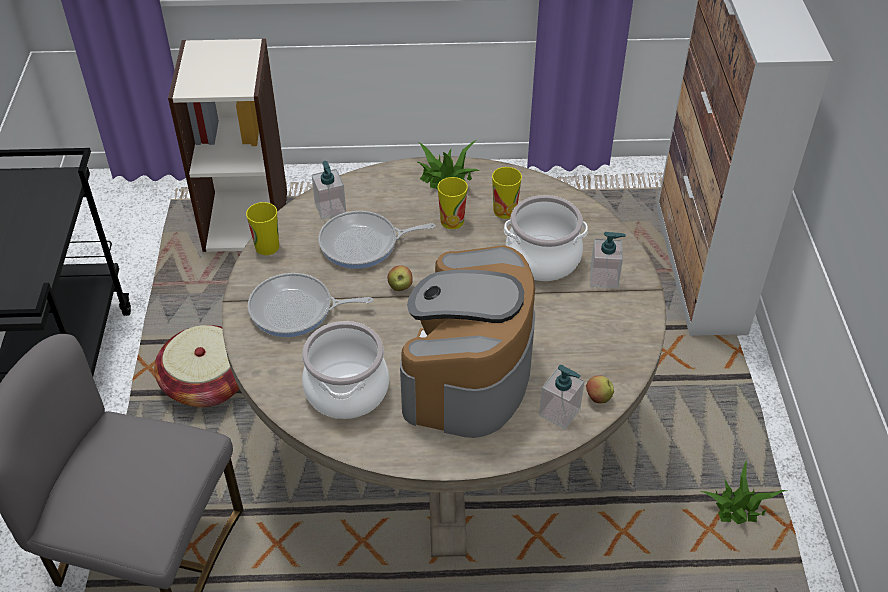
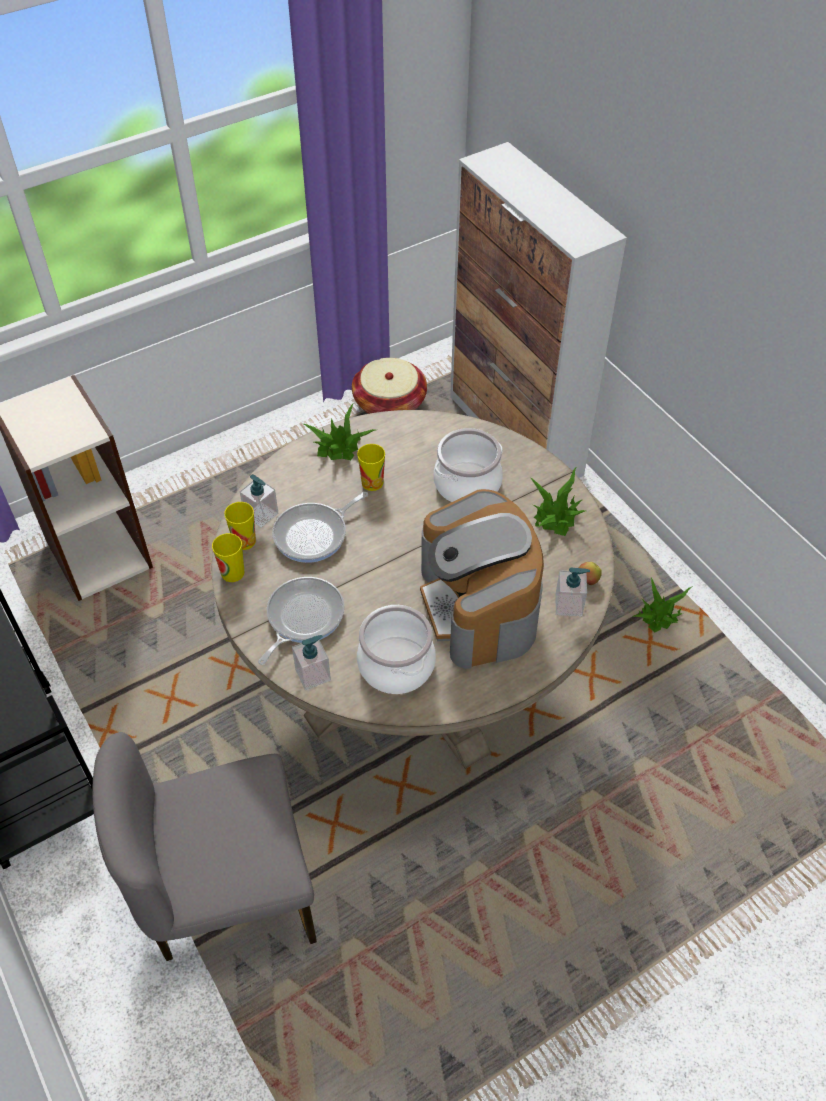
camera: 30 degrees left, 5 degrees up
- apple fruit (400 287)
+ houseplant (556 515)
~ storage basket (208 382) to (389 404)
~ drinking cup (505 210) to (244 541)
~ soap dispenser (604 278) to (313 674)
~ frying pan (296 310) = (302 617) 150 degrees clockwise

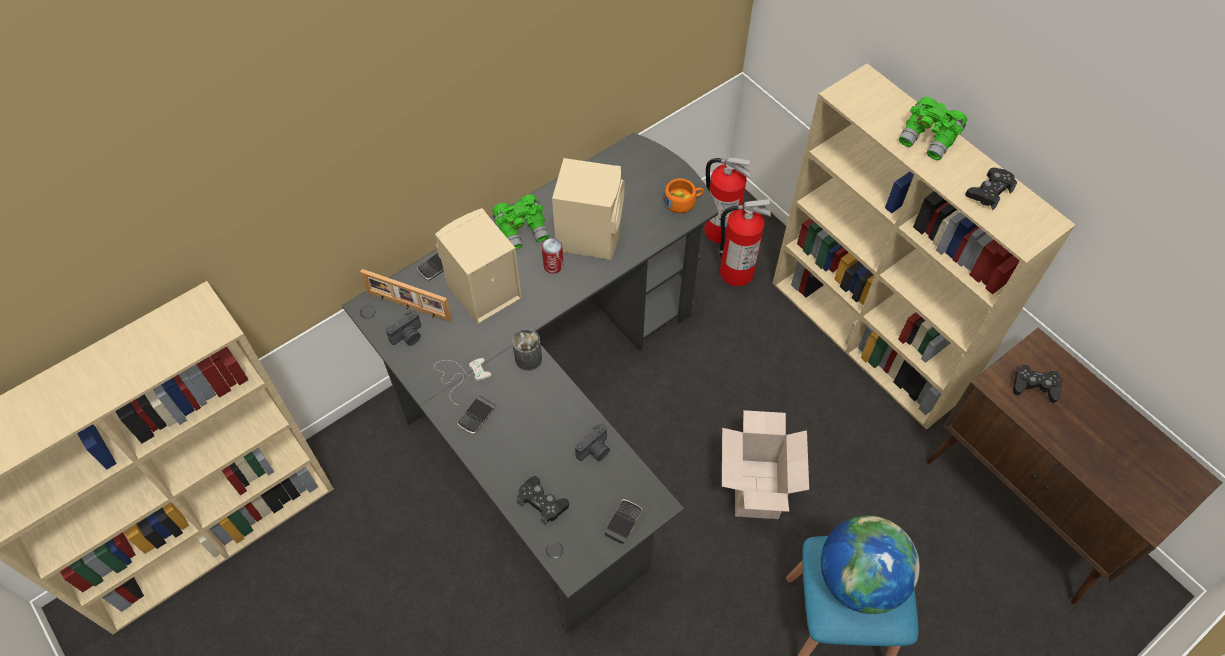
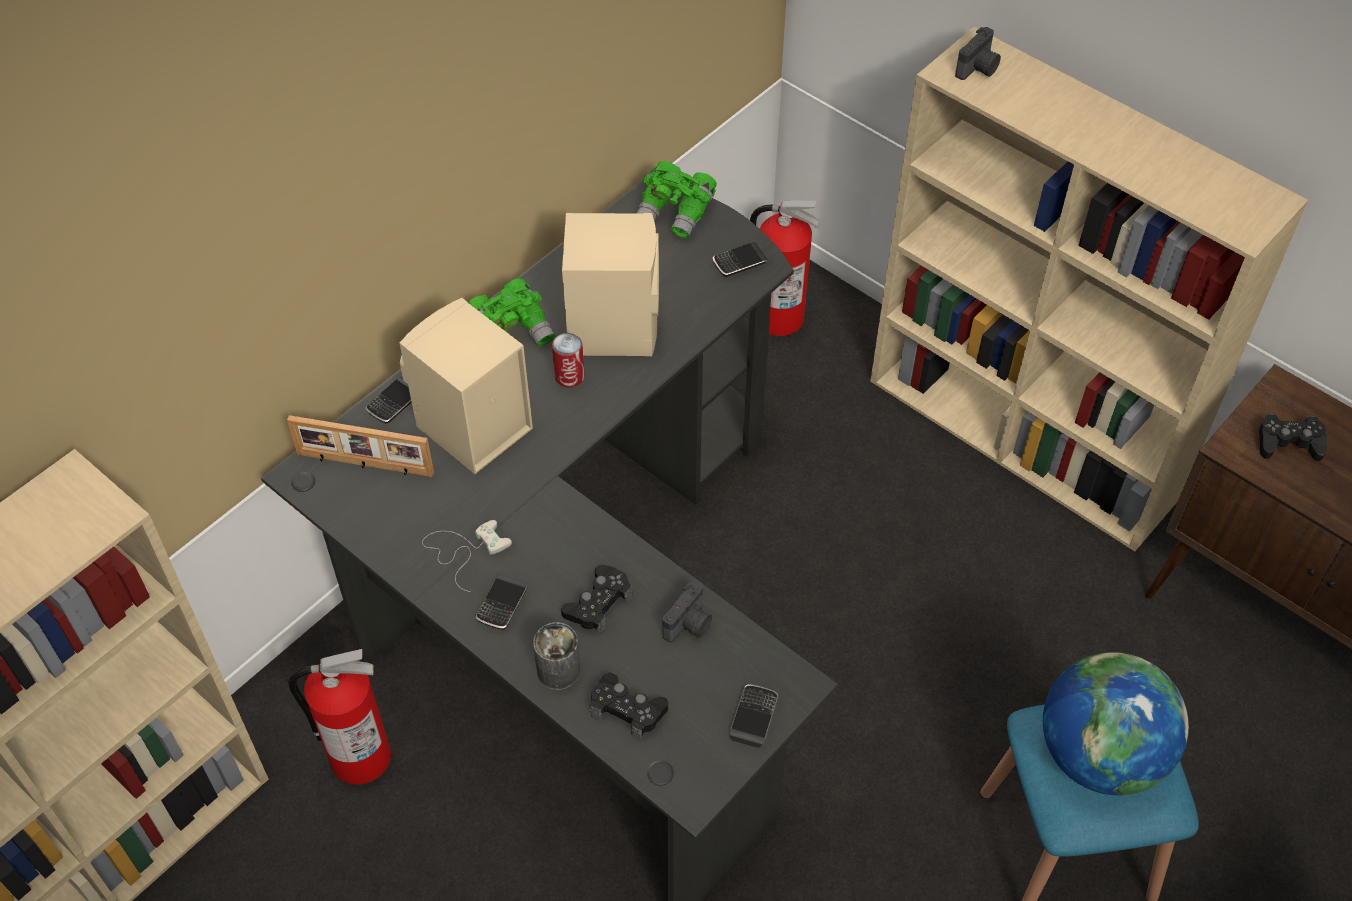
camera: 10 degrees left, 5 degrees down
- packing box (754 487)
~ still camera (408 336) to (978 69)
~ can (528 359) to (558 670)
~ fire-fighting cylinder (735 272) to (359 756)
~ green binoculars (929 138) to (676 212)
~ black-coloured joypad (989 192) to (598 604)
~ orange-coloured drinking cup (683 201) to handset (740 262)

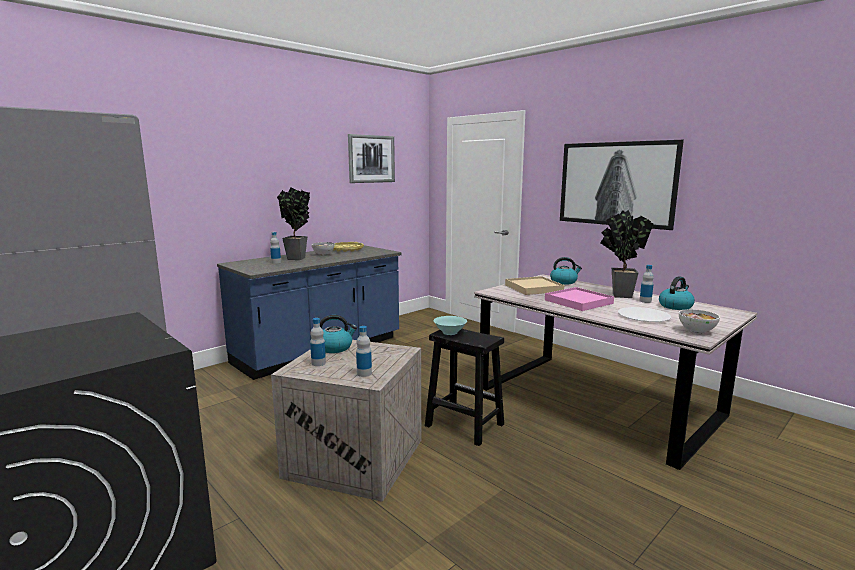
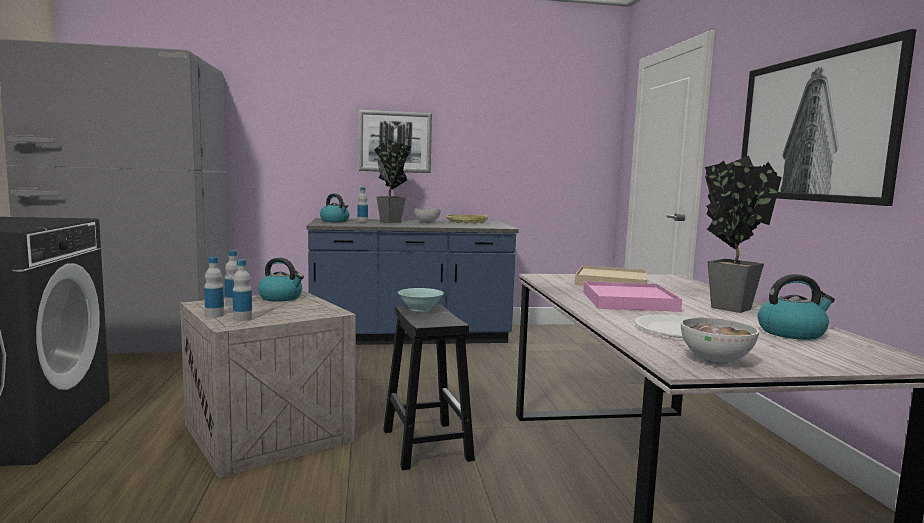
camera: 35 degrees right, 5 degrees down
~ picture (371 159) to (395 142)
~ water kettle (564 282) to (335 221)
~ drink bottle (645 301) to (214 315)

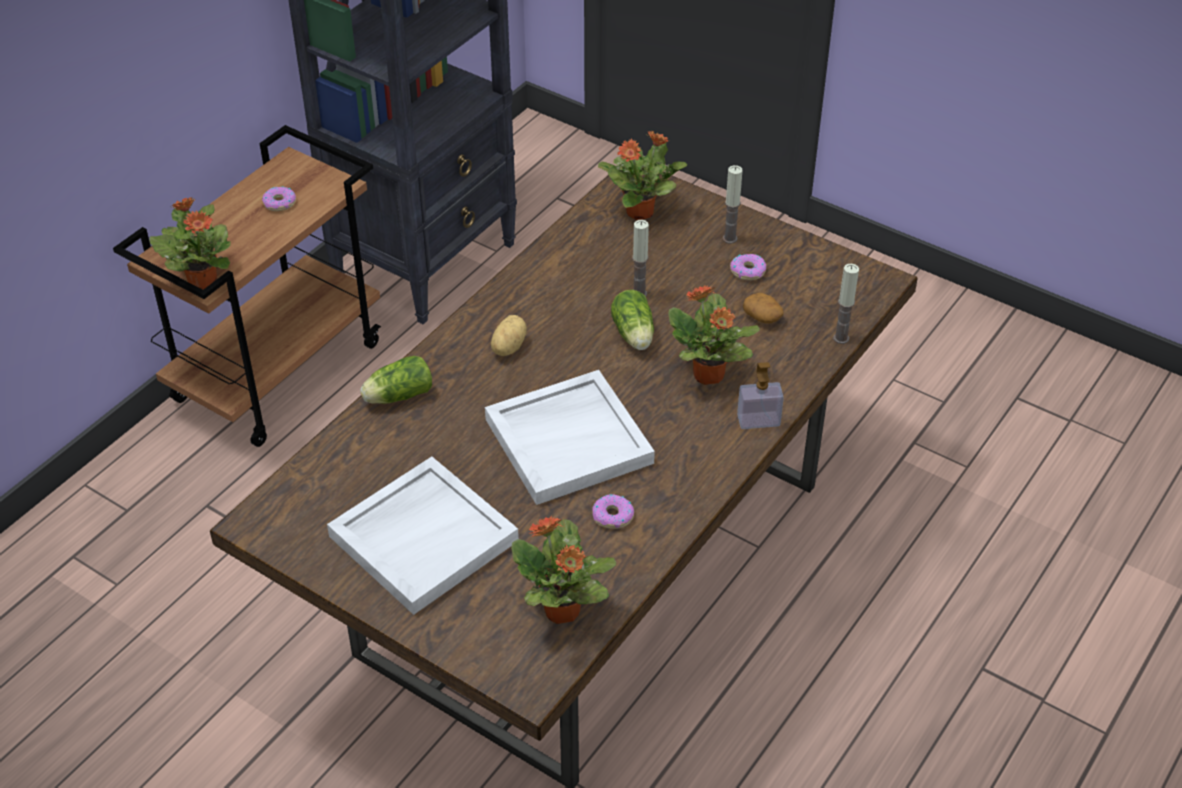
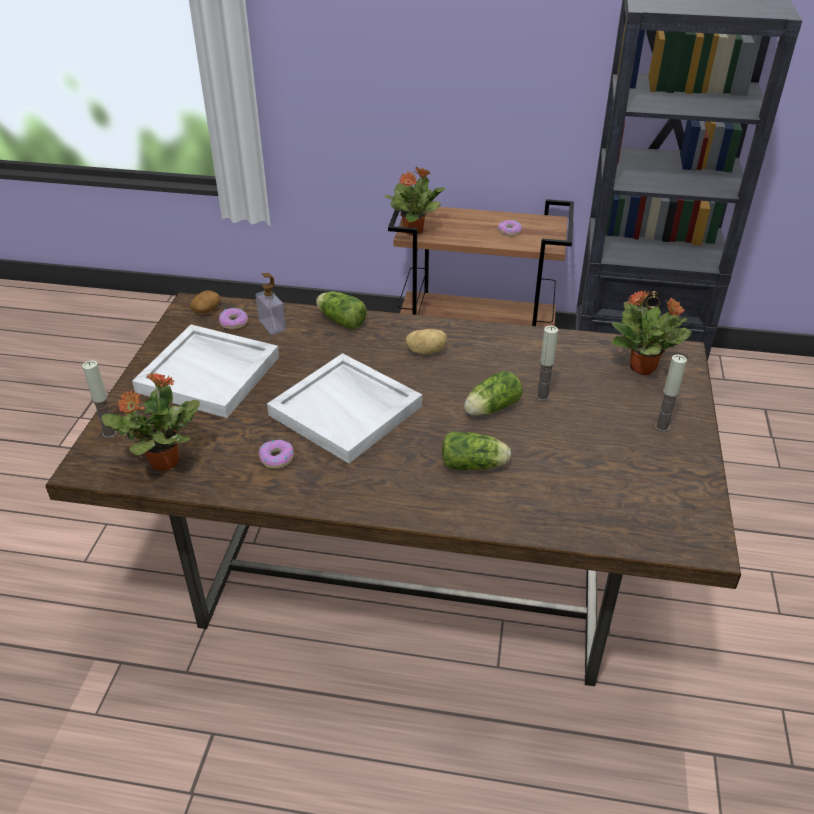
camera: 65 degrees right, 5 degrees down
~ doughnut (748 271) to (234 322)
~ soap dispenser (758 420) to (272 325)
~ spud (762 317) to (206 310)
~ wax light (841 338) to (109 433)
~ houseplant (709 376) to head of lettuce (475 465)

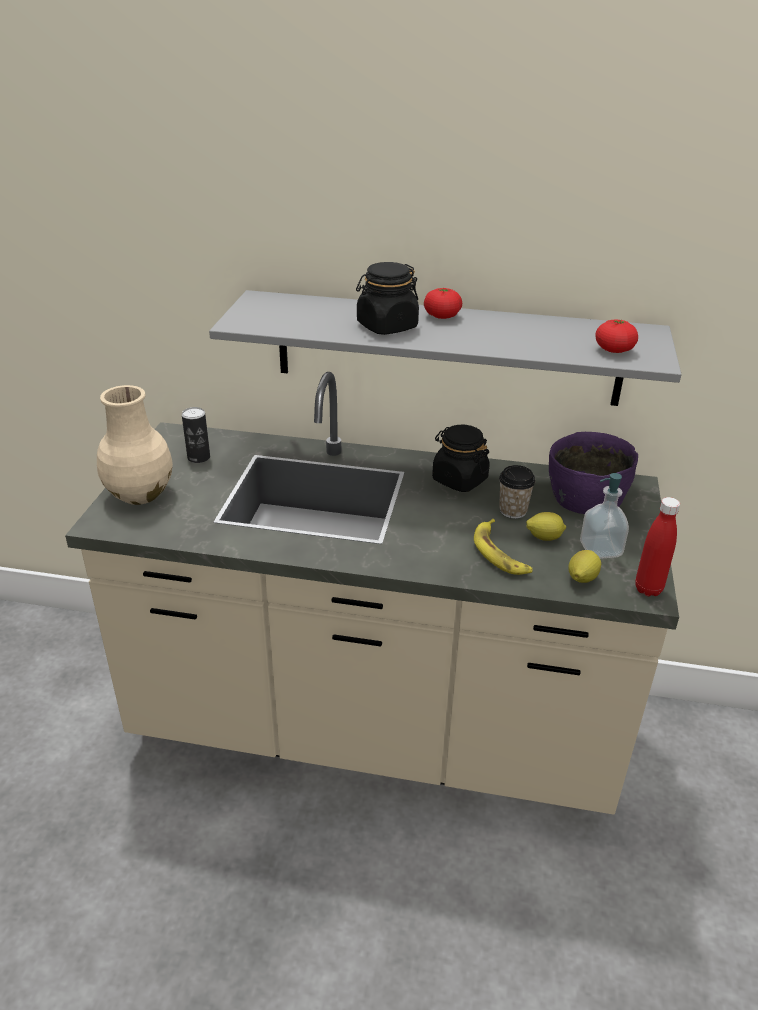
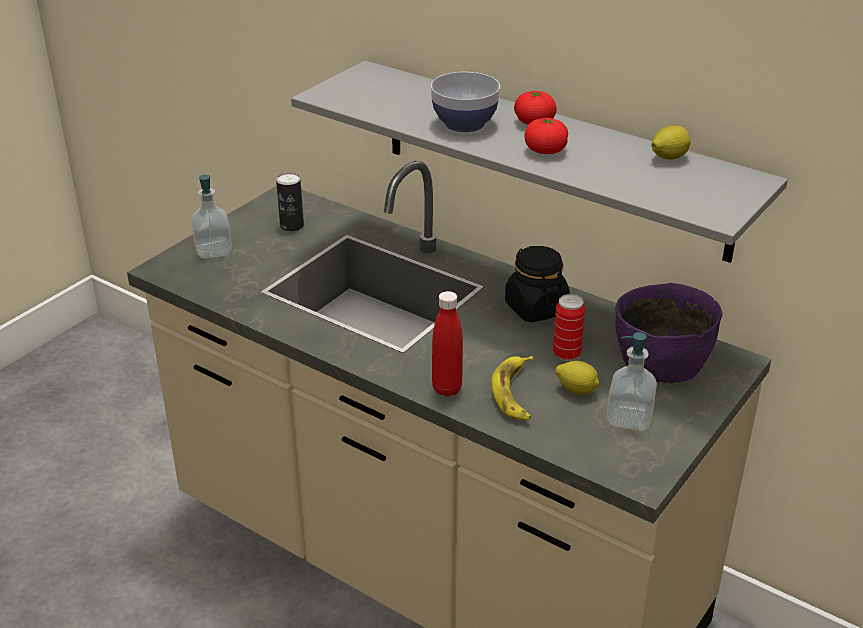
camera: 25 degrees right, 0 degrees up
~ lemon (581 579) to (668 158)
~ tomato (614 350) to (545 150)
~ reddish drink bottle (648 589) to (447 389)
~ beige-coloured vase (140 495) to soap dispenser (213 250)
~ black-coloured preserve jar (387 326) to serving bowl (464 123)
~ drinking cup (513 511) to can (566 354)

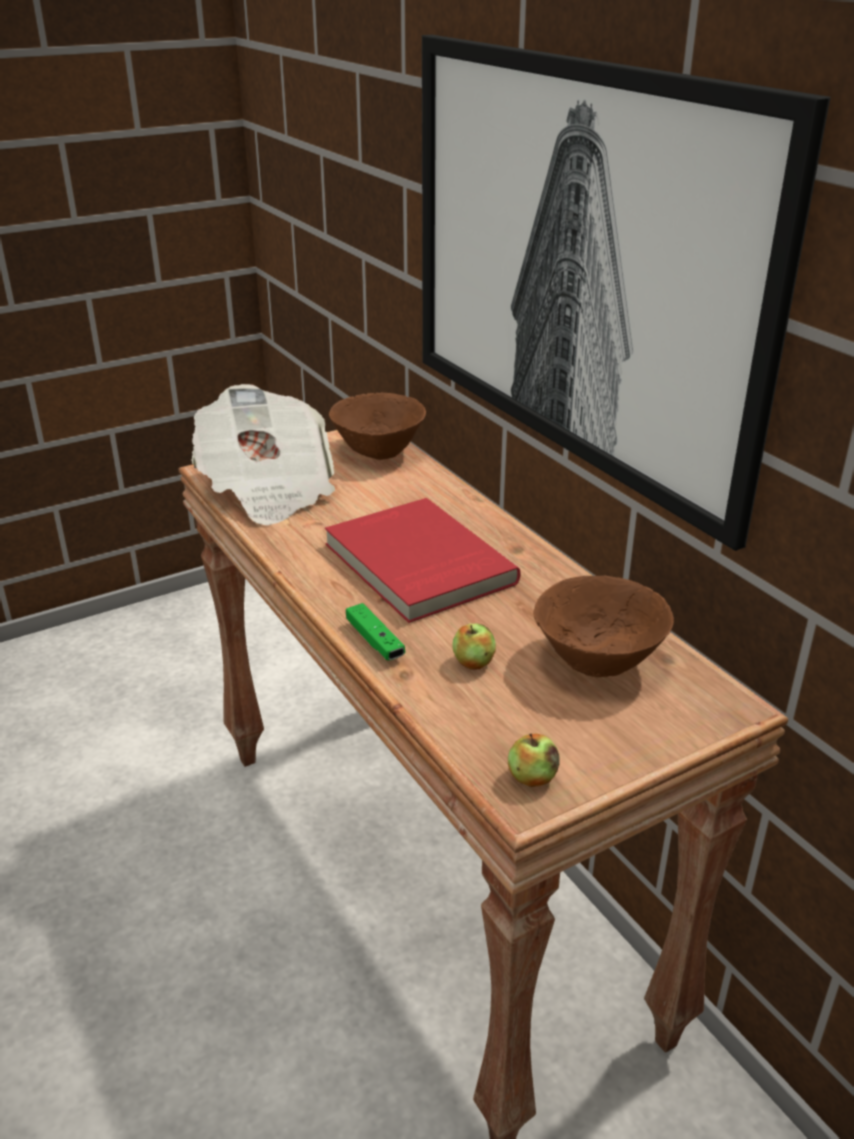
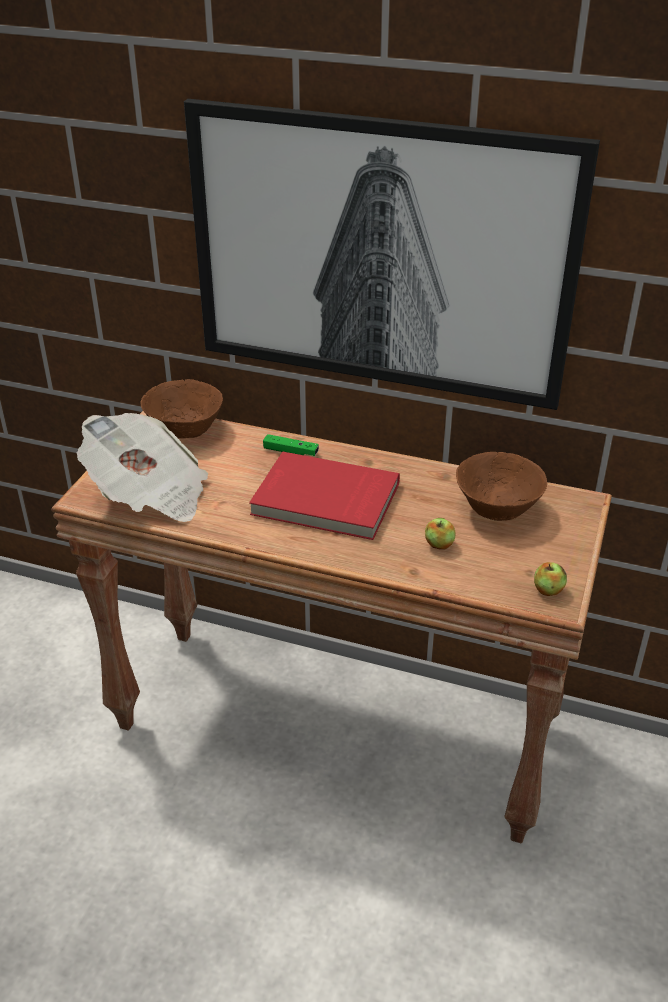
camera: 40 degrees left, 5 degrees up
~ green joypad (374 641) to (290 451)

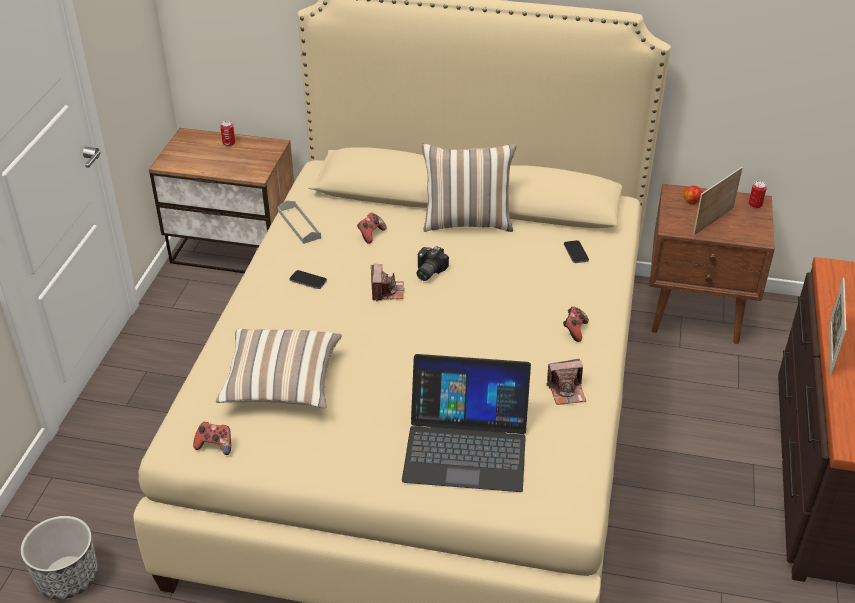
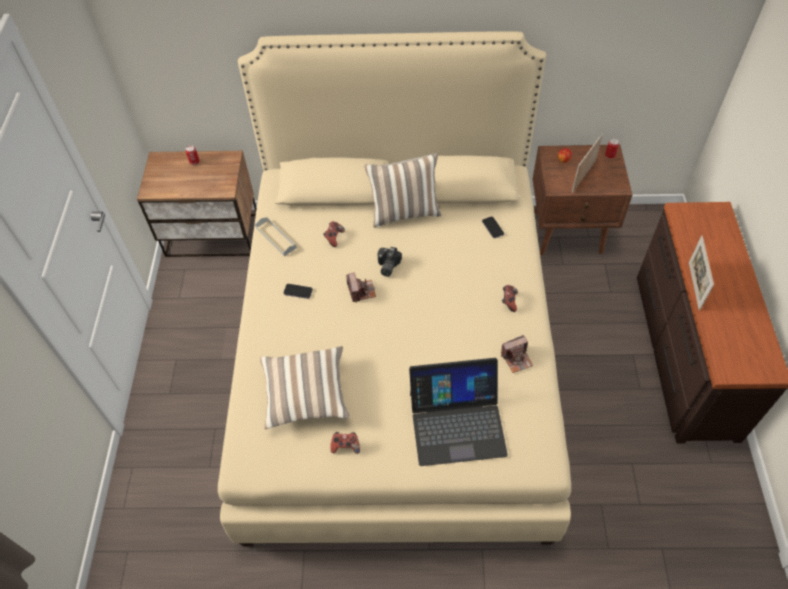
camera: 10 degrees left, 15 degrees up
- plant pot (68 577)
~ joypad (215 445) to (345 446)

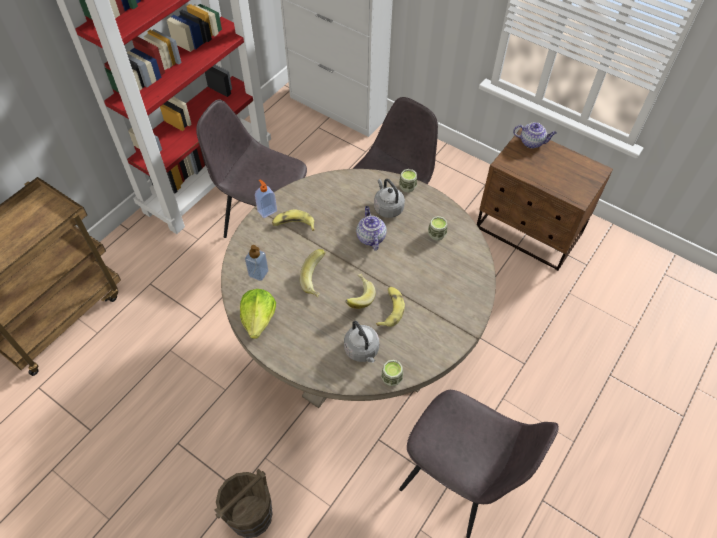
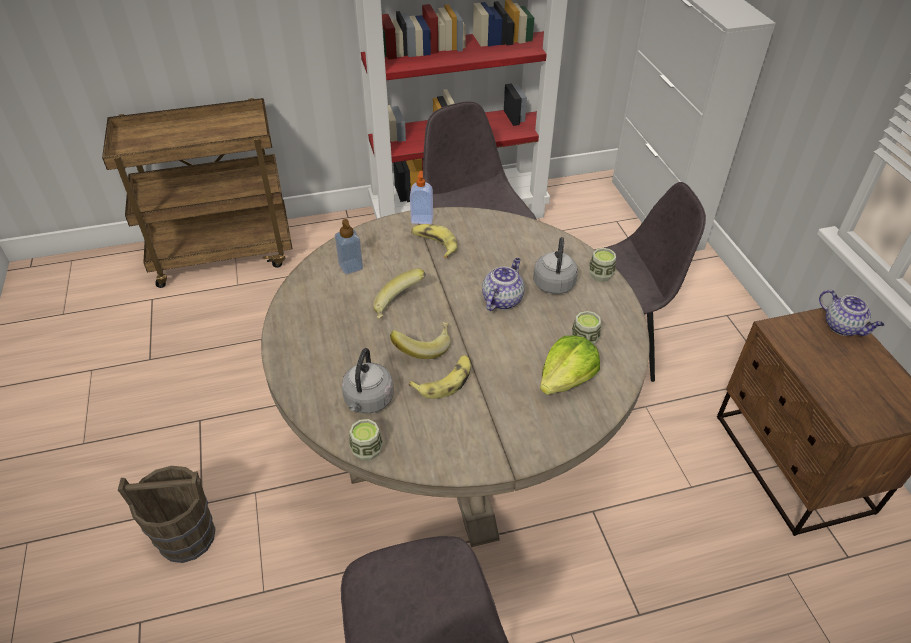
camera: 40 degrees right, 10 degrees down
~ head of lettuce (259 319) to (566 380)

